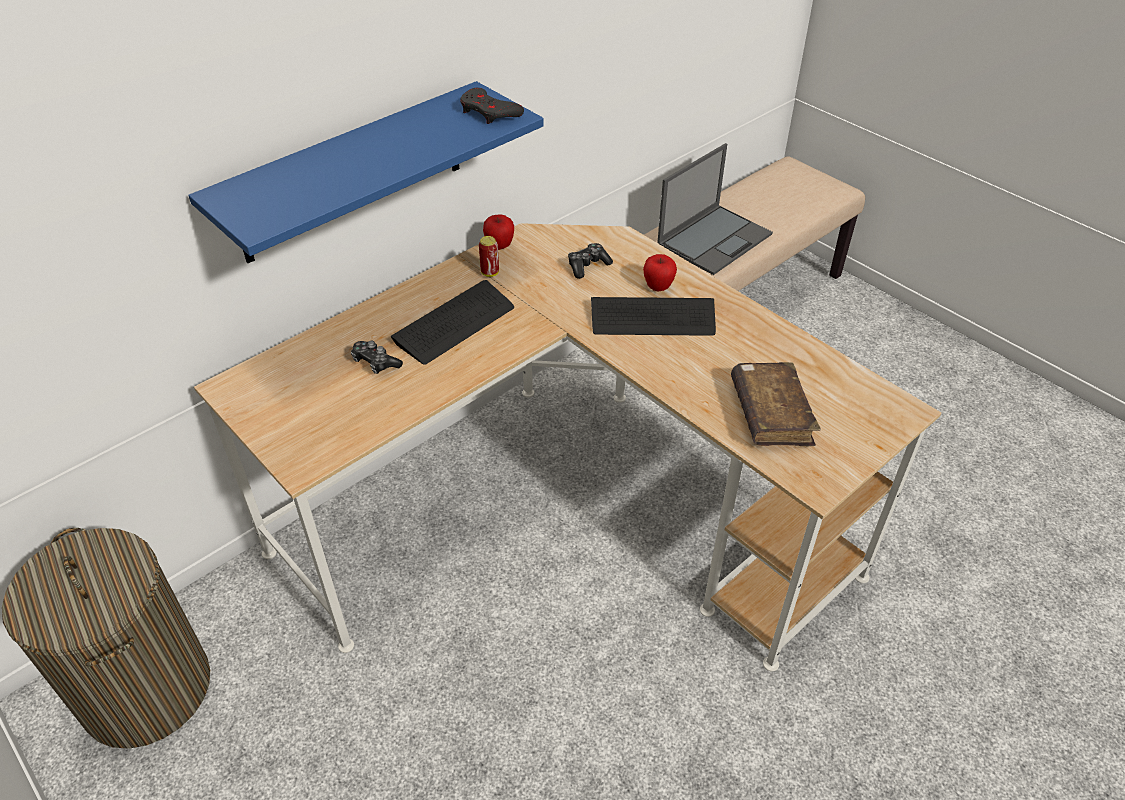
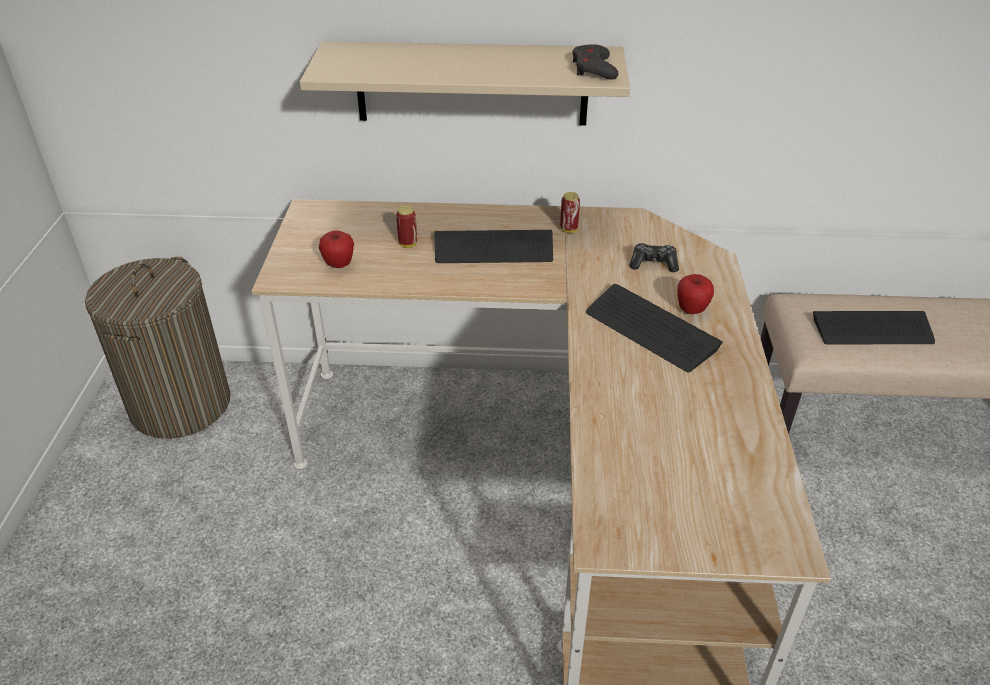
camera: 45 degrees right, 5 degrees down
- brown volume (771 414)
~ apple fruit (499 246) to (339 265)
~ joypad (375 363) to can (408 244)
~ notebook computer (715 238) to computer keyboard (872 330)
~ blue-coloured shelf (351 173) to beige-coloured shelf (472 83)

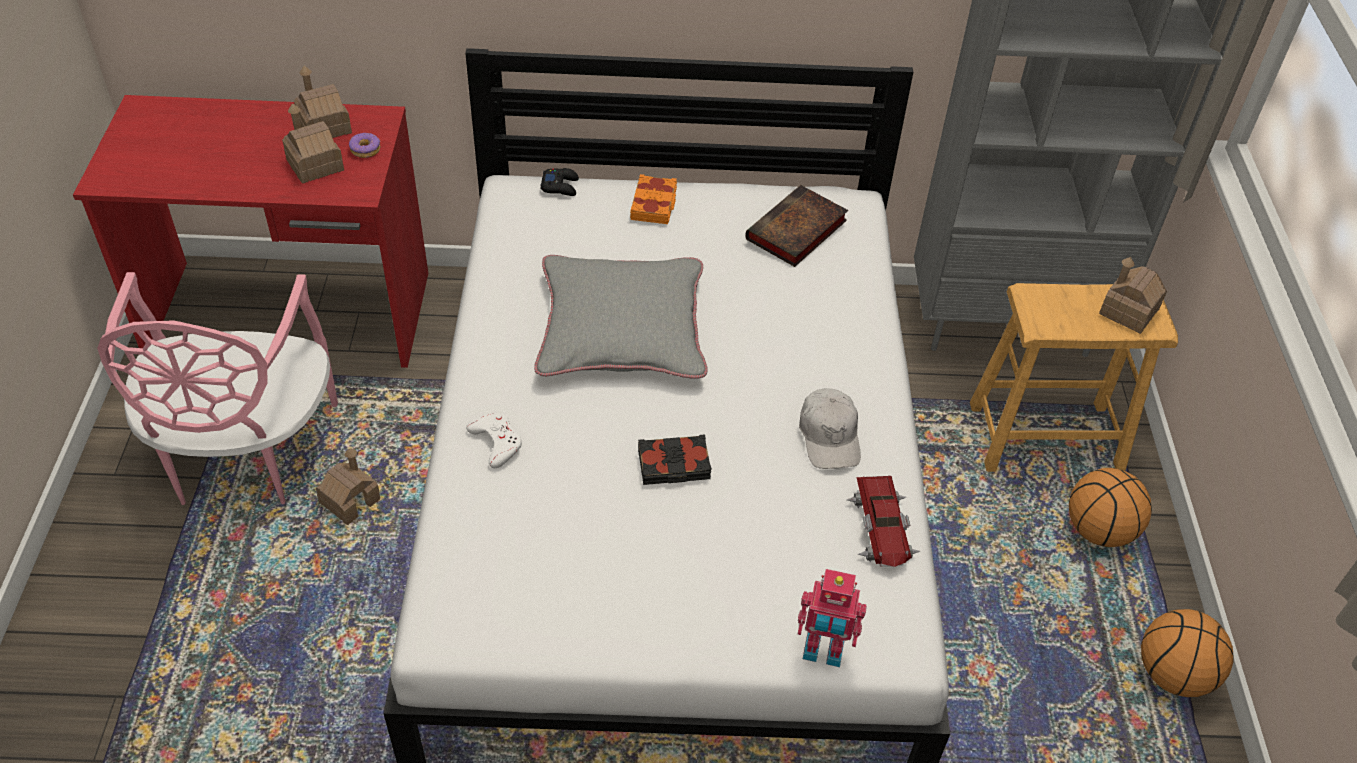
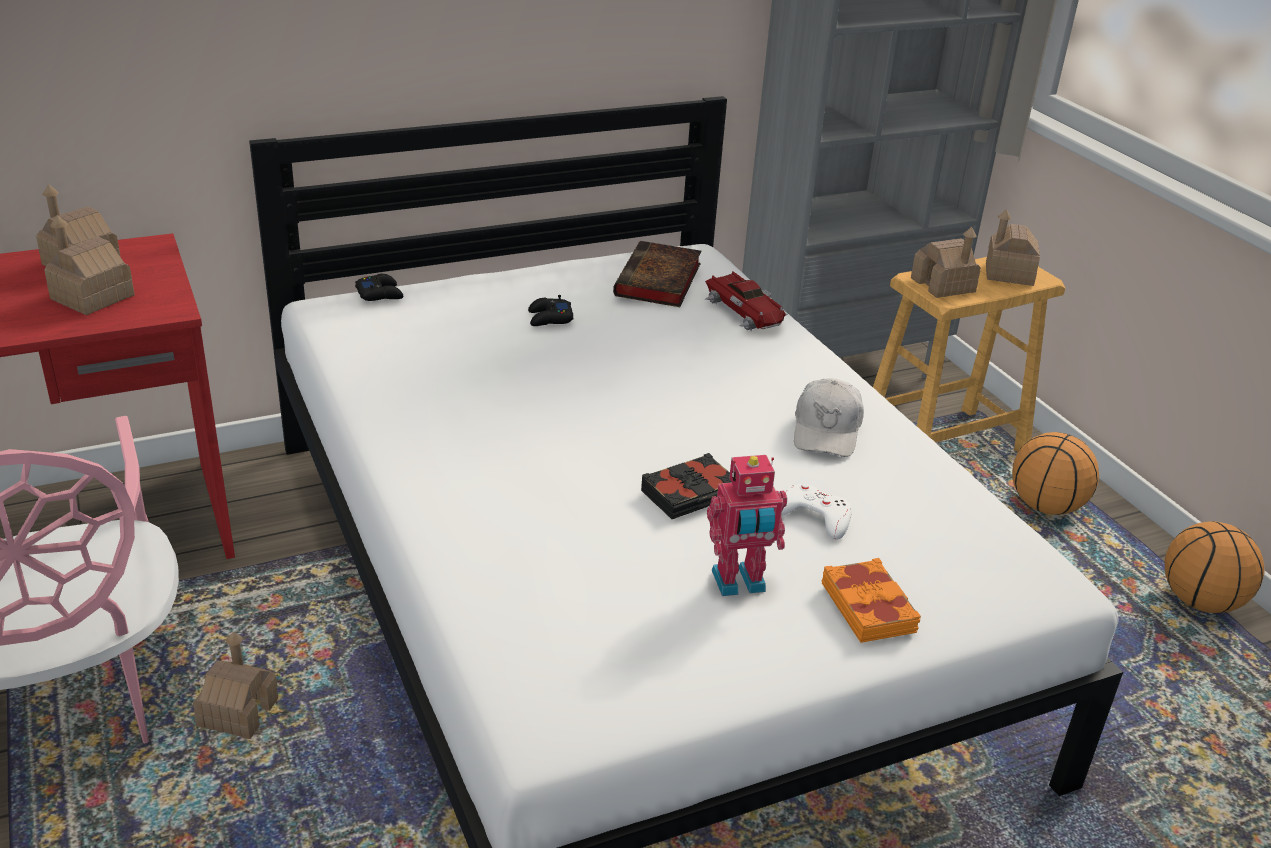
camera: 25 degrees left, 15 degrees down
- doughnut (366 150)
- grey cushion (621 329)
+ black-coloured joypad (549 318)
+ model house (943 285)
~ whitish joypad (496 442) to (813 516)
~ orange-coloured volume (654 204) to (869 607)
~ robot figure (823 651) to (739 583)
~ model car (882 528) to (745 311)
~ whitish peaked cap (829 436) = (827 430) 45 degrees clockwise

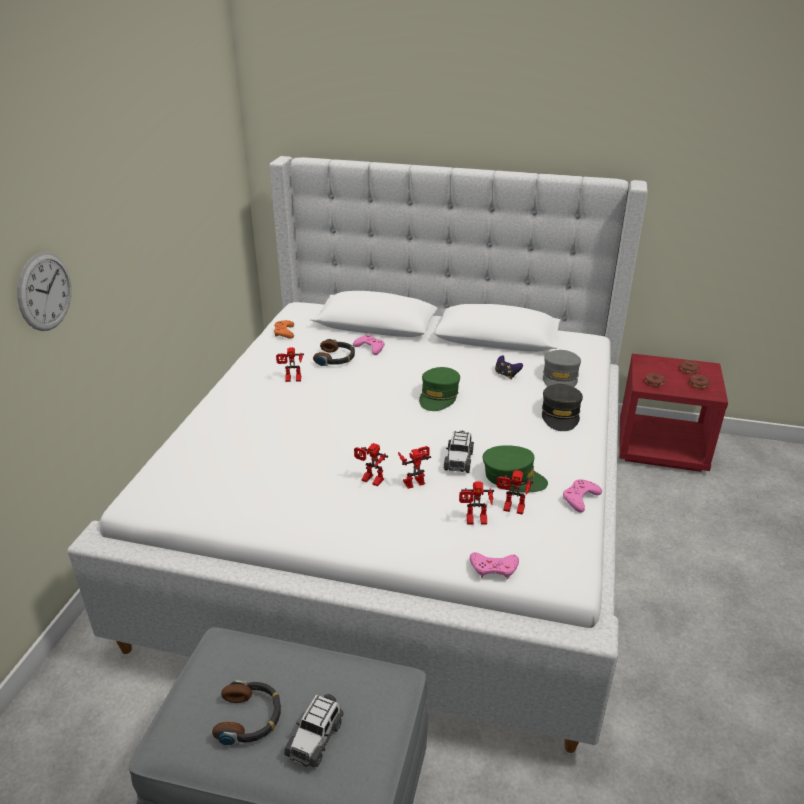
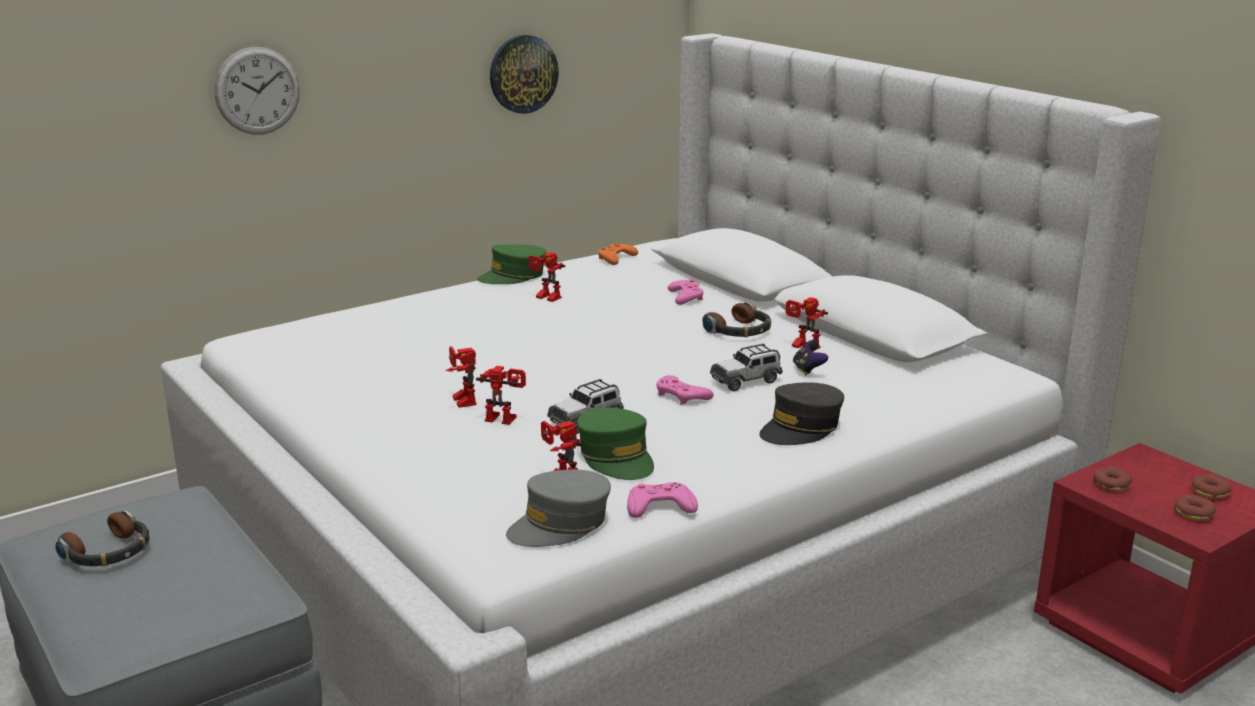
camera: 40 degrees right, 10 degrees down
+ hanging clock (523 74)
~ model car (315 738) to (746 380)
~ headset (335 358) to (739 331)
~ green peaked cap (439 396) to (513 276)
~ robot figure (475 521) to (802 347)
~ pink-coloured joypad (494 568) to (681 395)
~ grey peaked cap (560 378) to (560 524)

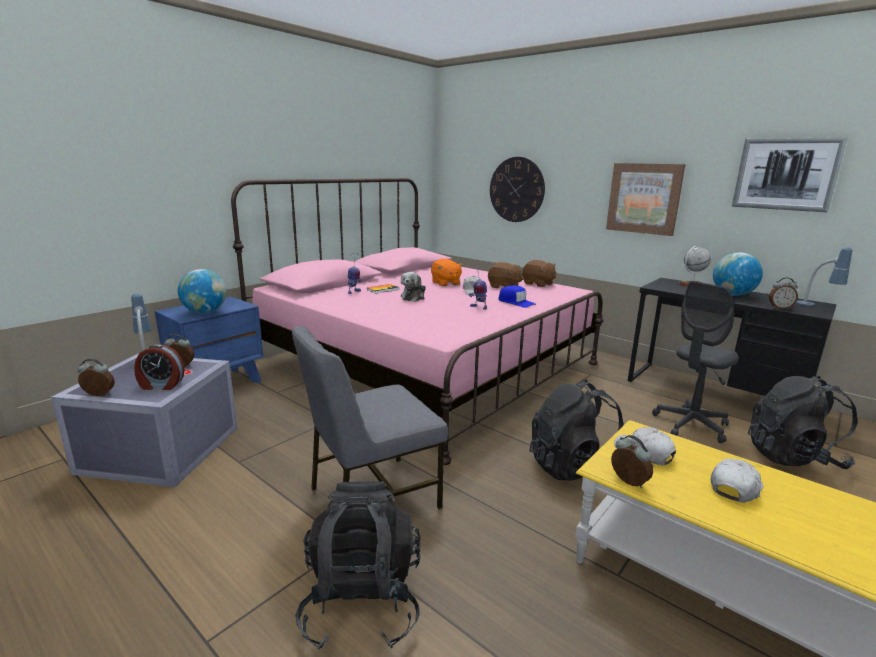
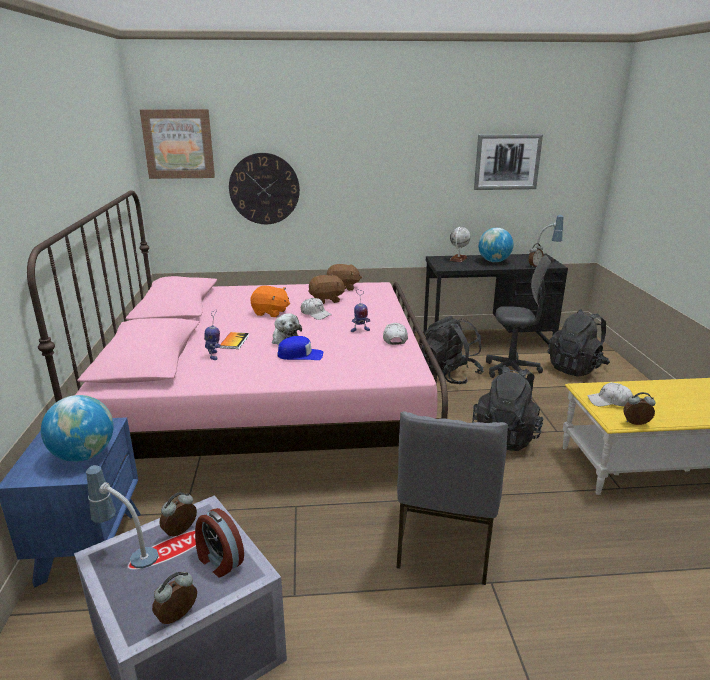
camera: 45 degrees left, 5 degrees up
~ black-coloured rucksack (362 602) to (449 375)
~ blue-coloured peaked cap (516 302) to (300 355)
~ picture (644 198) to (178 144)
~ whitish peaked cap (735 487) to (394 339)
~ bedside clock (161 385) = (219 561) 90 degrees clockwise
~ grey office chair (691 425) = (512 371) 90 degrees counterclockwise

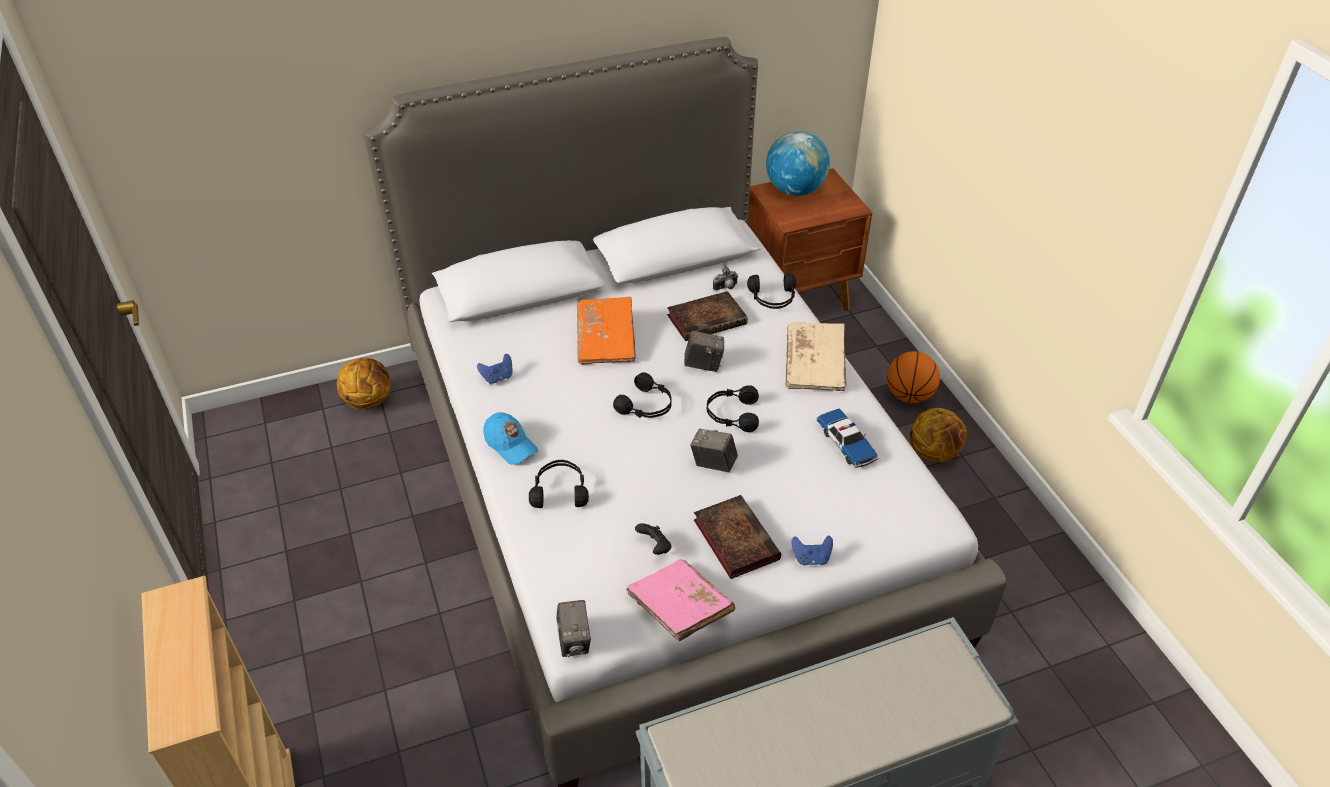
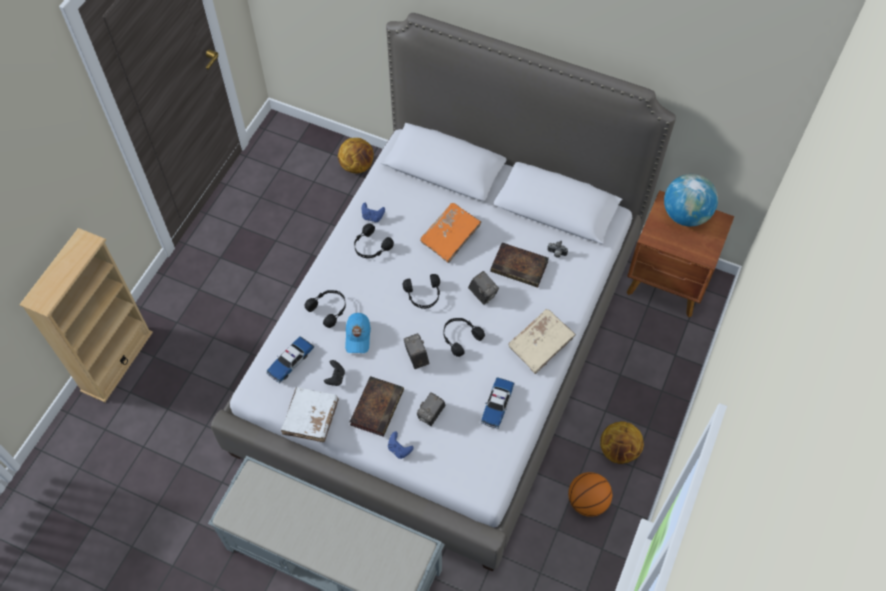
camera: 45 degrees right, 15 degrees up
+ model car (290 362)
~ blue-coloured peaked cap (510 445) to (358 336)
~ still camera (574 641) to (431 415)
~ black-coloured headset (773 299) to (371 247)
~ basketball (909 395) to (587 501)
~ pink-coloured volume (679 609) to whitish volume (311 419)

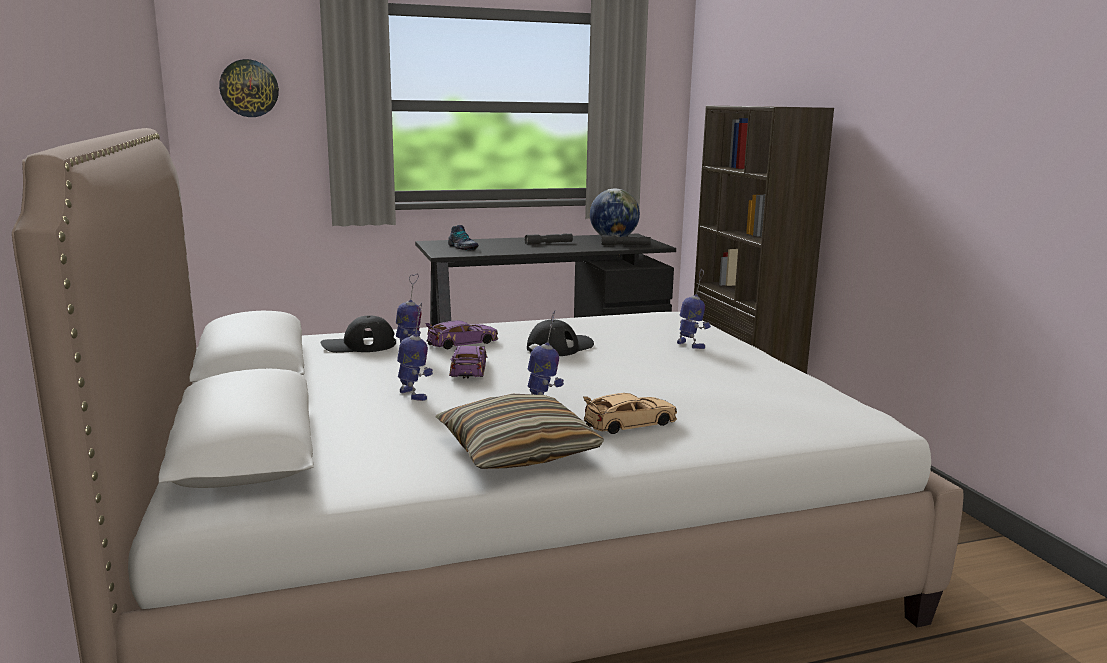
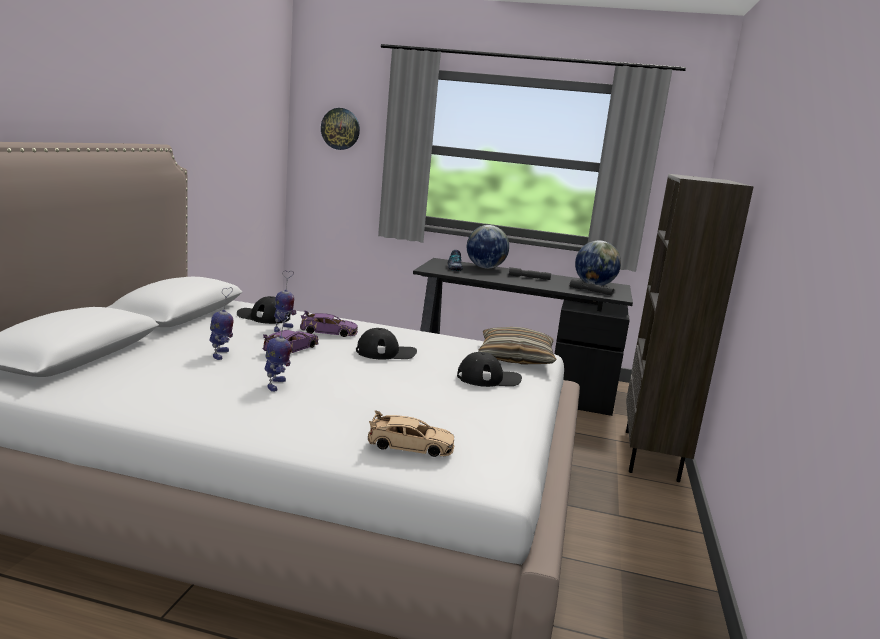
camera: 30 degrees right, 0 degrees up
+ world globe (485 267)
~ cushion (517 450) to (515 357)
~ beige-coloured model car (630 423) to (410 446)
~ robot figure (691 345) to black-coloured peaked cap (489 378)

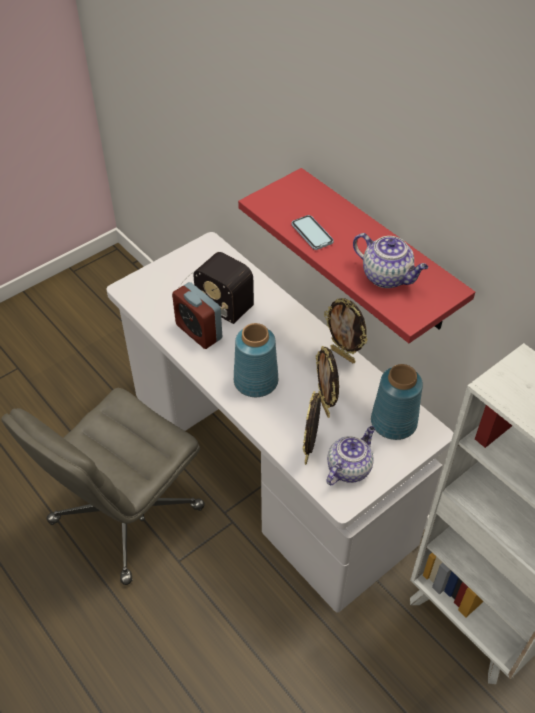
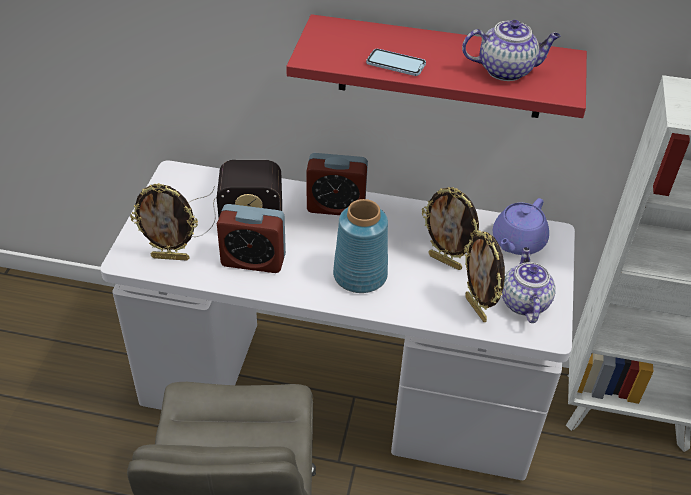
camera: 40 degrees left, 5 degrees down
+ bedside clock (336 206)
~ standing frame (343 355) to (171 257)
~ blue-coloured vase (394 423) to purplish teapot (517 242)

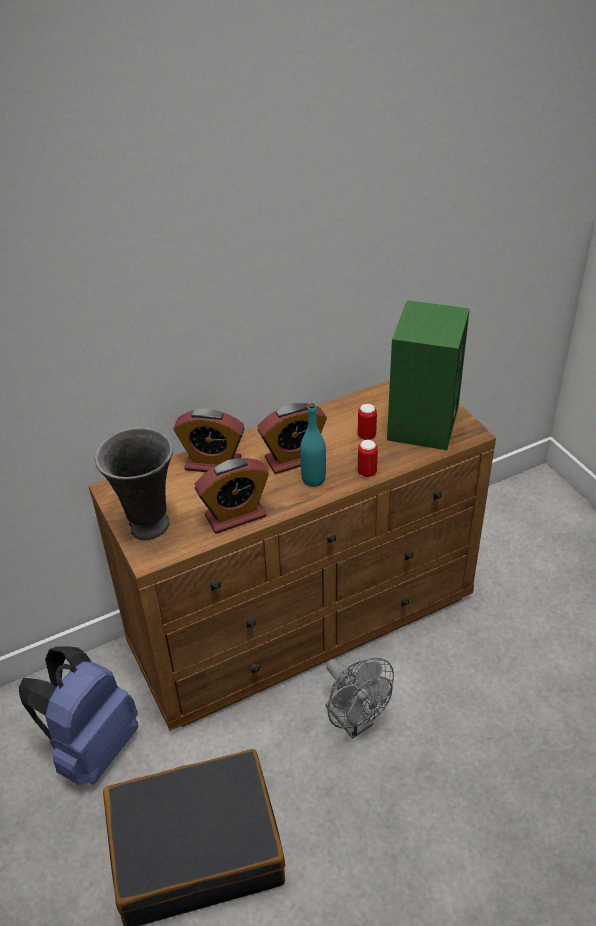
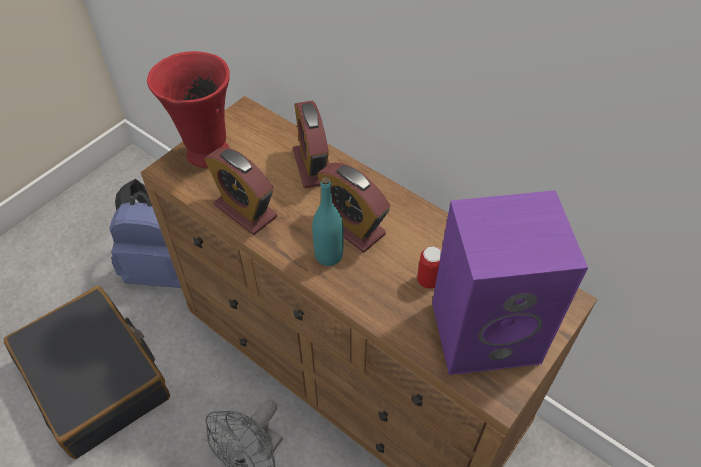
camera: 65 degrees right, 10 degrees up
- can (367 472)
~ grey vase (148 526) to reddish vase (206 154)
~ green speaker (421 422) to purplish speaker (487 330)

